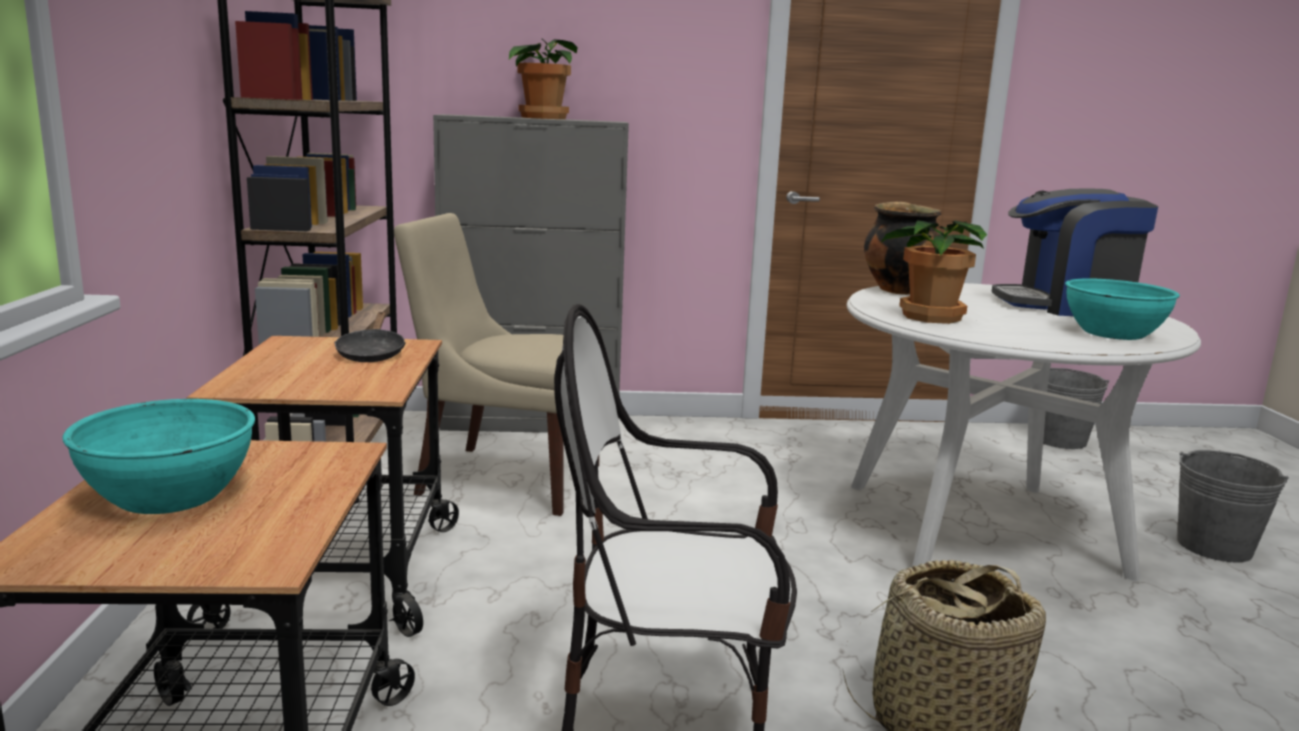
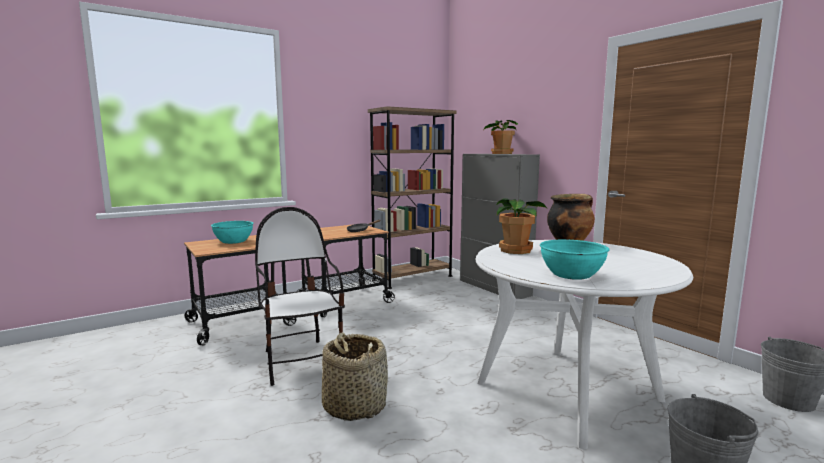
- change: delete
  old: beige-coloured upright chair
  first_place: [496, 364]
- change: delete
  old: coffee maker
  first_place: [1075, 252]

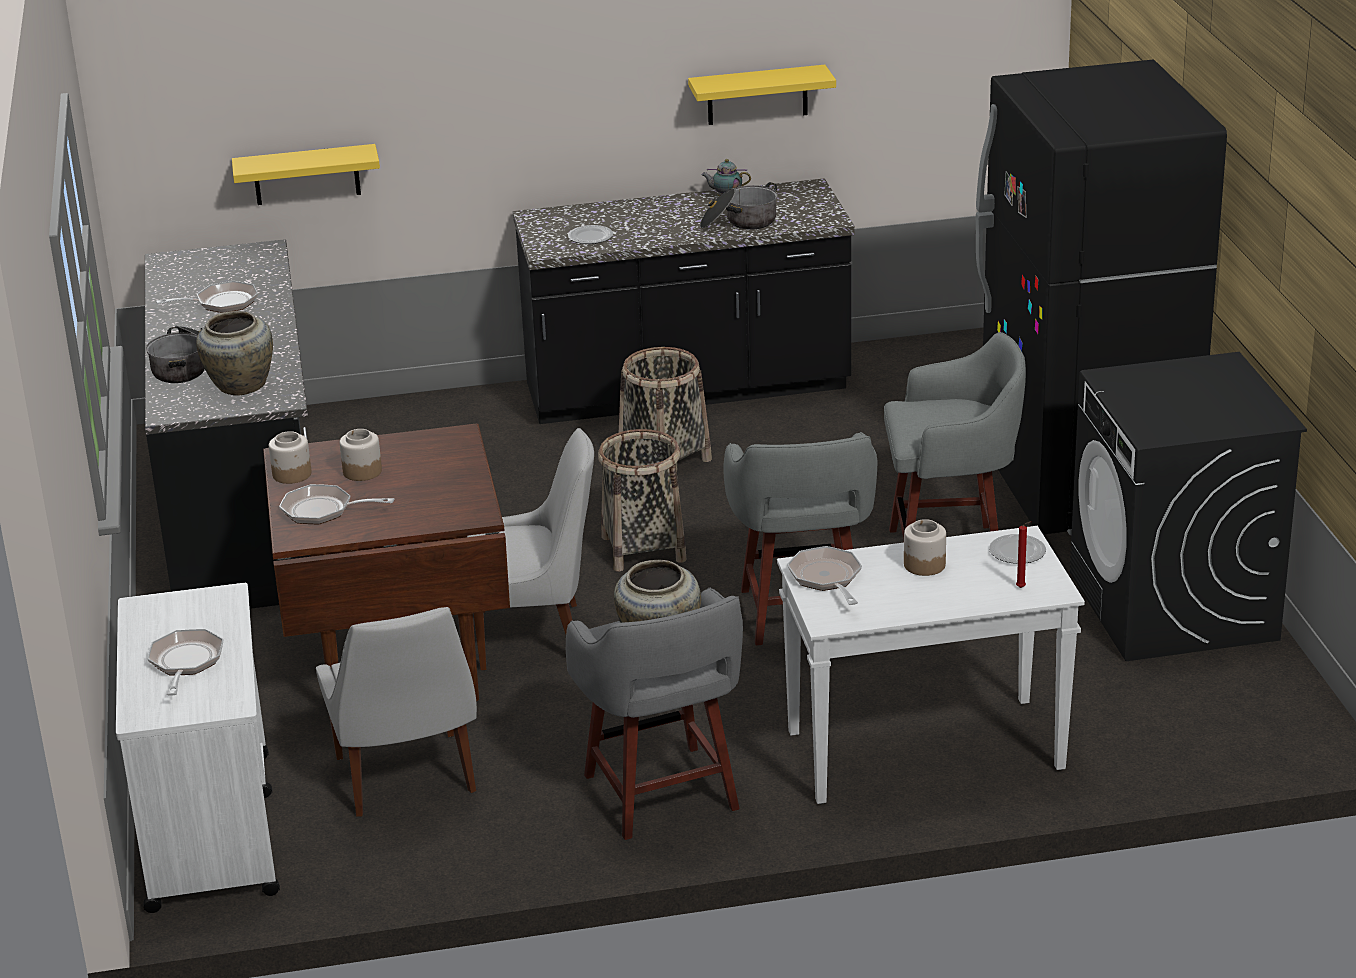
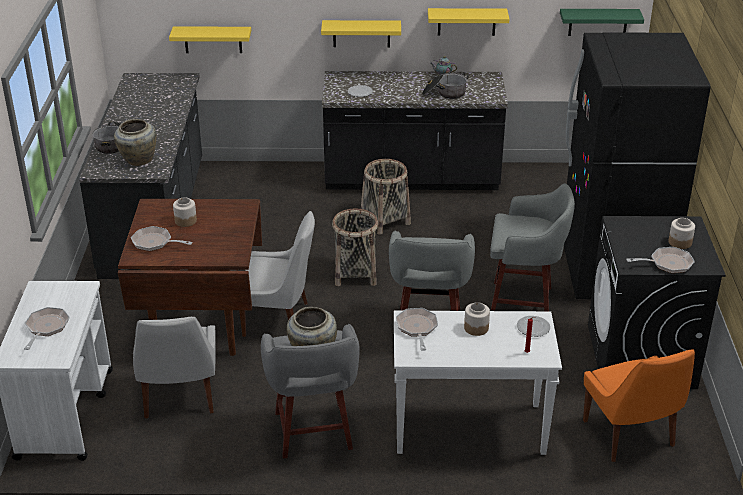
- change: move
  old: pan
  first_place: [207, 297]
  second_place: [660, 260]
- change: move
  old: storage jar
  first_place: [290, 457]
  second_place: [682, 233]
- change: insert
  new: yellow-coloured shelf
  second_place: [361, 33]
- change: insert
  new: green shelf
  second_place: [602, 22]
- change: insert
  new: orange upright chair
  second_place: [639, 405]

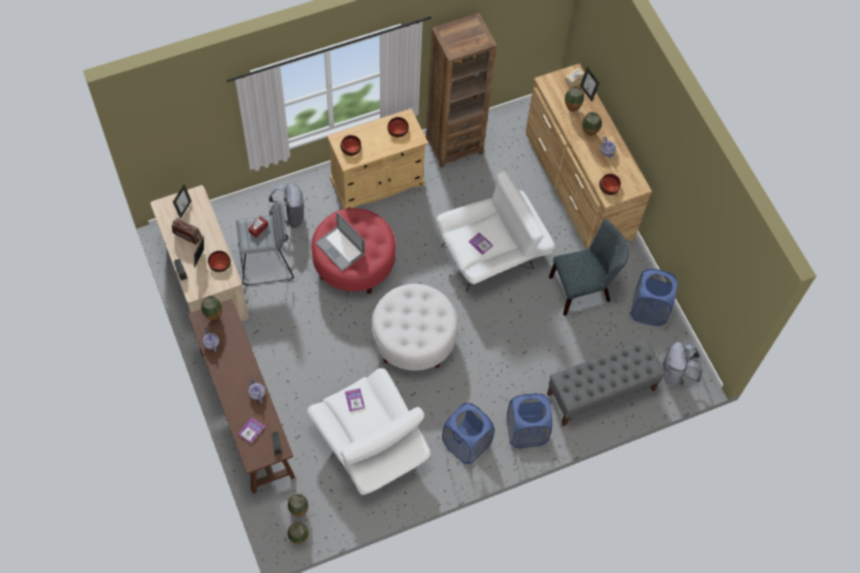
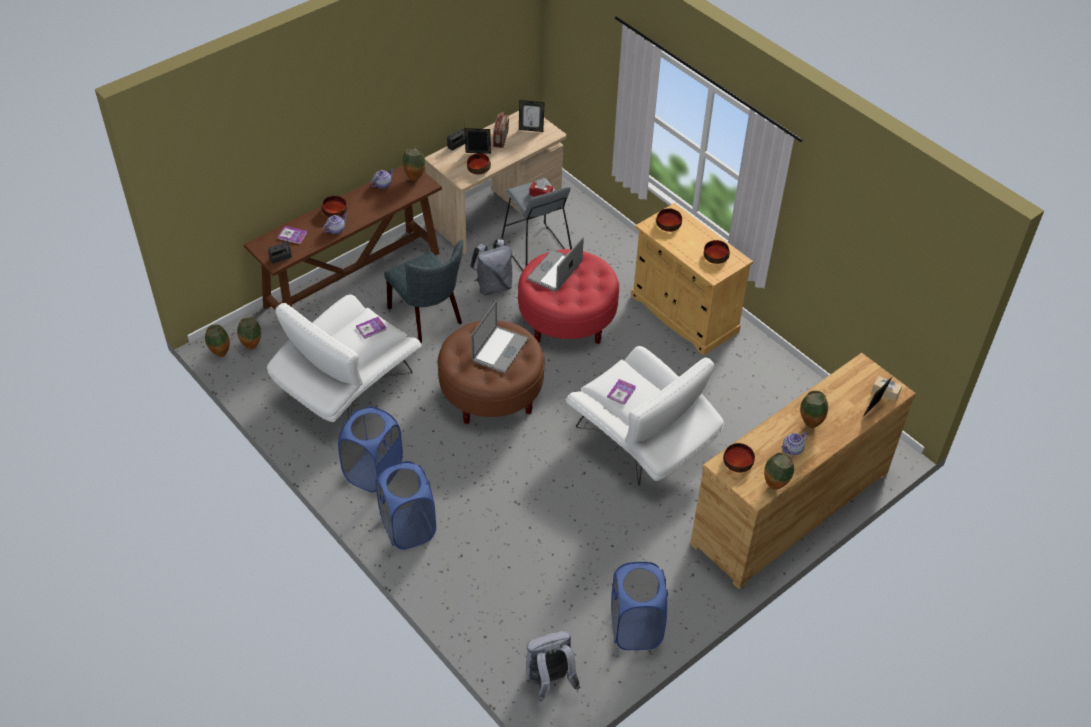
- change: move
  old: greyish backpack
  first_place: [286, 205]
  second_place: [491, 267]
- change: recolor
  old: white footrest
  new: brown-coloured footrest
  first_place: [414, 327]
  second_place: [491, 372]
- change: delete
  old: brown-coloured shelving unit
  first_place: [461, 90]
- change: delete
  old: greyish bench
  first_place: [606, 382]
- change: move
  old: greyish upright chair
  first_place: [588, 267]
  second_place: [423, 291]
- change: move
  old: flower vase
  first_place: [574, 99]
  second_place: [779, 471]
- change: insert
  new: serving bowl
  second_place: [334, 207]
- change: insert
  new: notebook computer
  second_place: [500, 337]

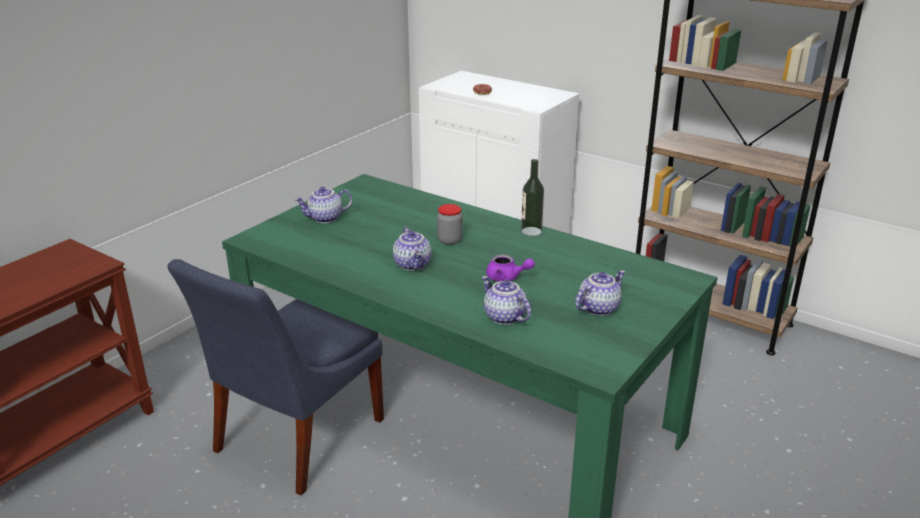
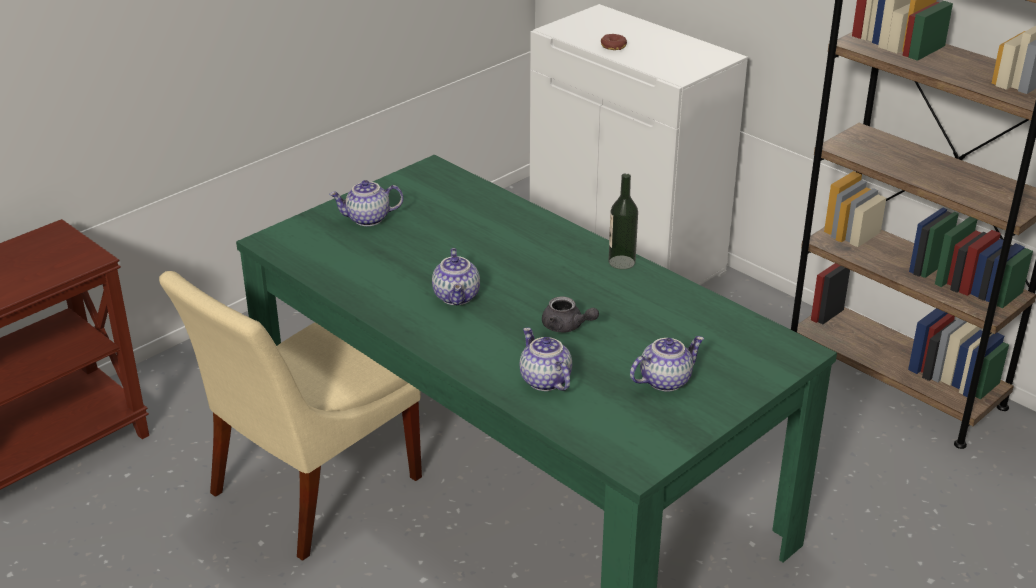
- change: recolor
  old: blue upright chair
  new: beige-coloured upright chair
  first_place: [276, 377]
  second_place: [290, 415]
- change: delete
  old: storage jar
  first_place: [449, 224]
- change: recolor
  old: purplish pot for tea
  new: greyish pot for tea
  first_place: [510, 267]
  second_place: [570, 315]

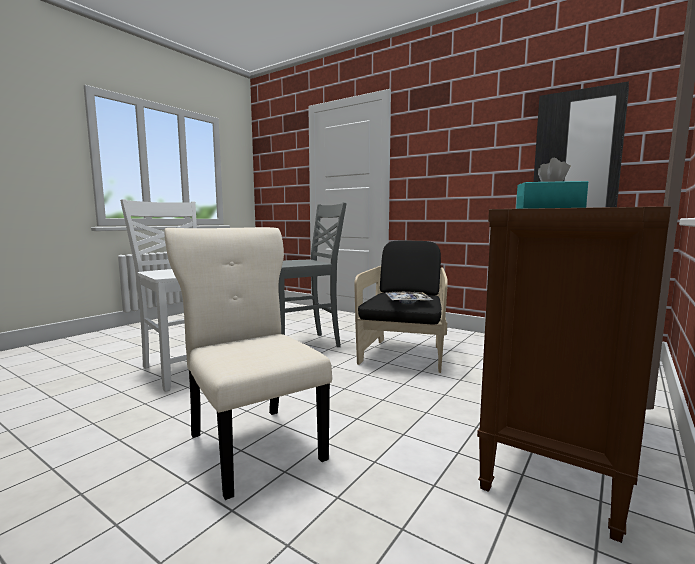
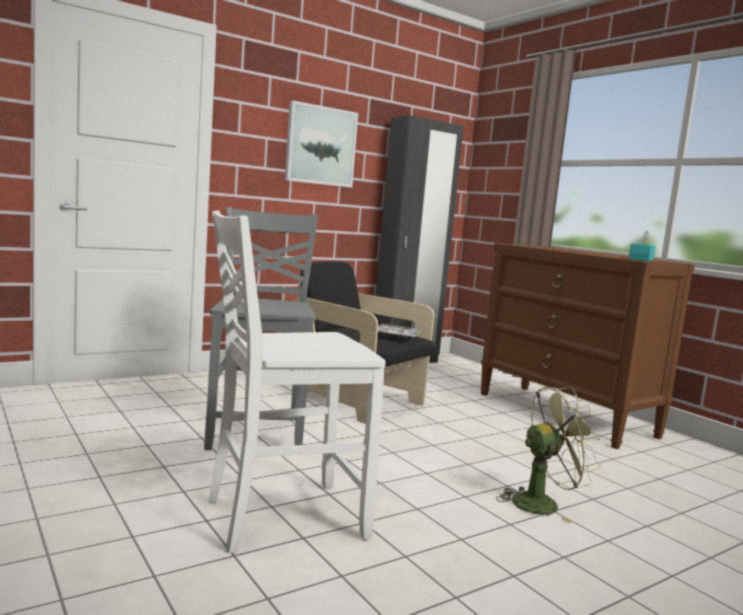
- change: replace
  old: beige-coloured upright chair
  new: green cooling fan
  first_place: [248, 363]
  second_place: [548, 455]
- change: insert
  new: wall art
  second_place: [321, 144]

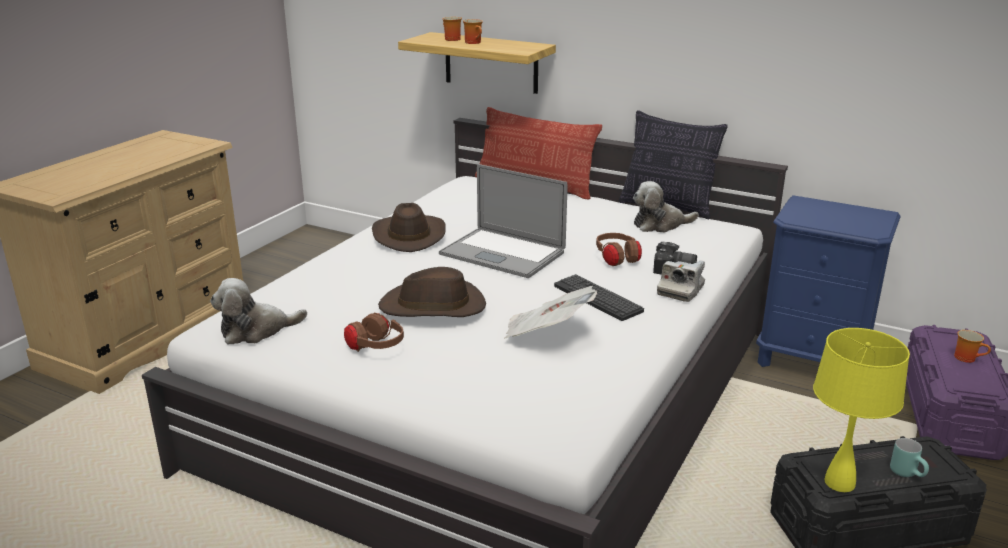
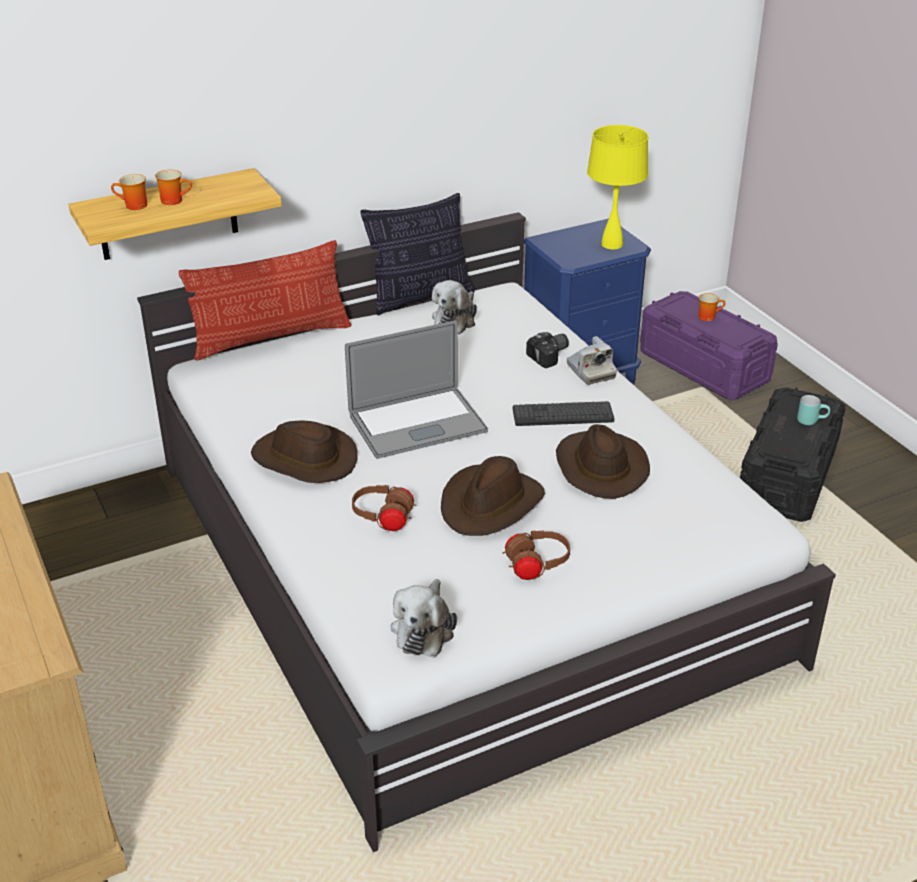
- change: replace
  old: daily paper
  new: brown-coloured wearable hat
  first_place: [550, 312]
  second_place: [603, 461]
- change: move
  old: brown-coloured headset
  first_place: [619, 249]
  second_place: [384, 508]
- change: move
  old: yellow-coloured tabletop lamp
  first_place: [861, 410]
  second_place: [617, 187]

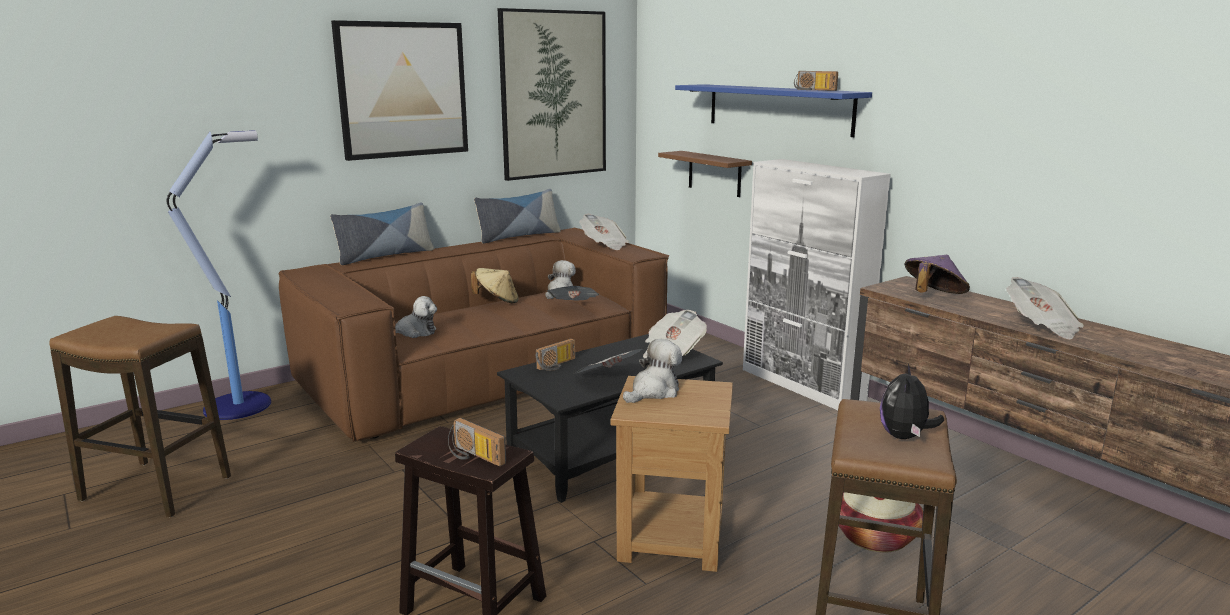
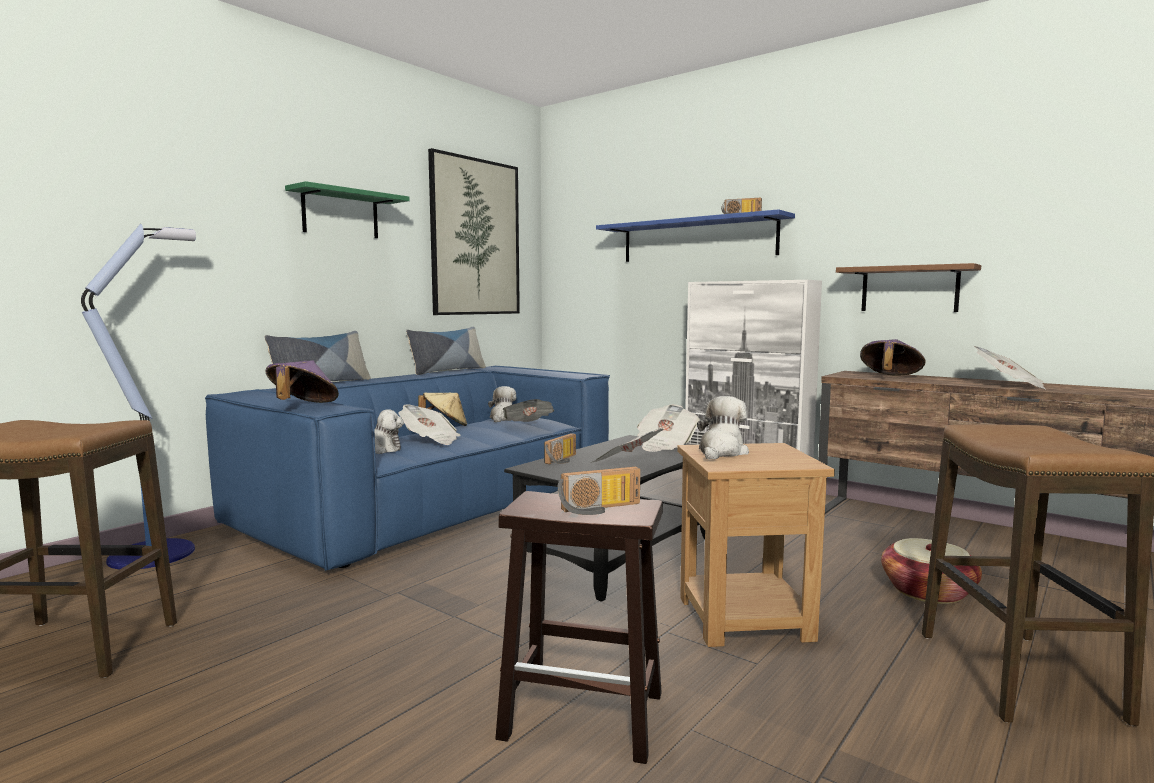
- change: recolor
  old: brown-coloured settee
  new: blue settee
  first_place: [473, 335]
  second_place: [407, 468]
- change: replace
  old: wall art
  new: green shelf
  first_place: [399, 90]
  second_place: [347, 209]
- change: rotate
  old: radio receiver
  first_place: [477, 442]
  second_place: [599, 490]
  degrees: -45
- change: move
  old: daily paper
  first_place: [604, 232]
  second_place: [429, 424]
- change: move
  old: brown-coloured shelf
  first_place: [705, 174]
  second_place: [908, 287]
- change: delete
  old: cuddly toy
  first_place: [912, 401]
- change: insert
  new: purplish wearable hat
  second_place: [302, 381]

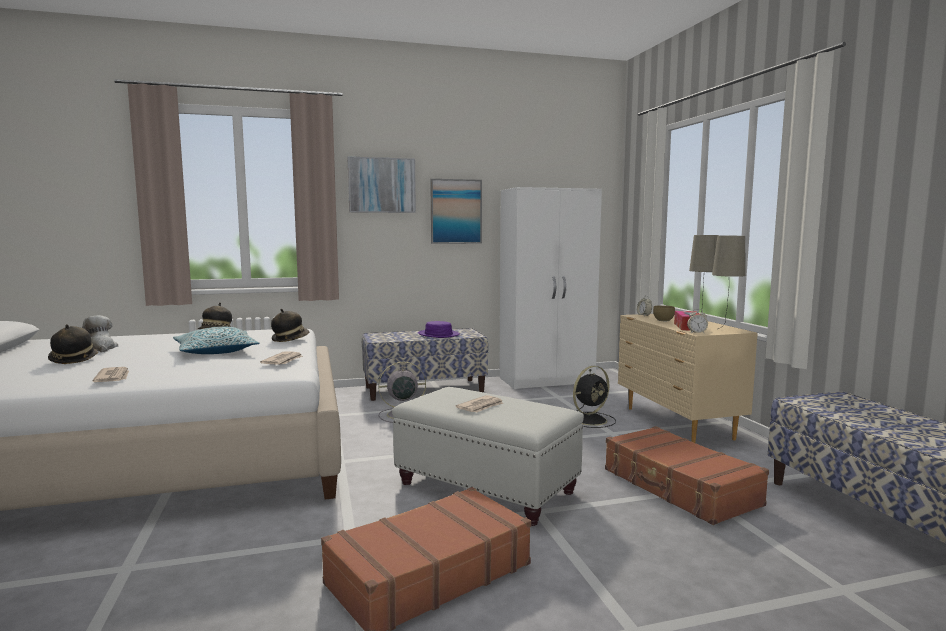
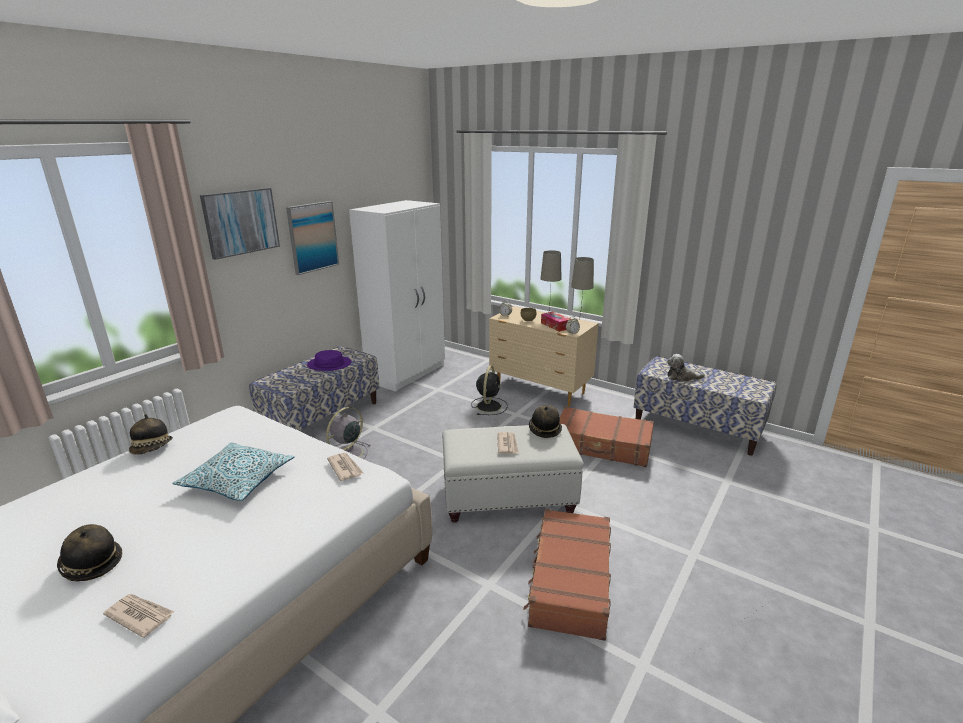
- change: move
  old: cuddly toy
  first_place: [100, 333]
  second_place: [686, 368]
- change: move
  old: daily paper
  first_place: [111, 374]
  second_place: [138, 616]
- change: move
  old: wearable hat
  first_place: [290, 325]
  second_place: [545, 421]

